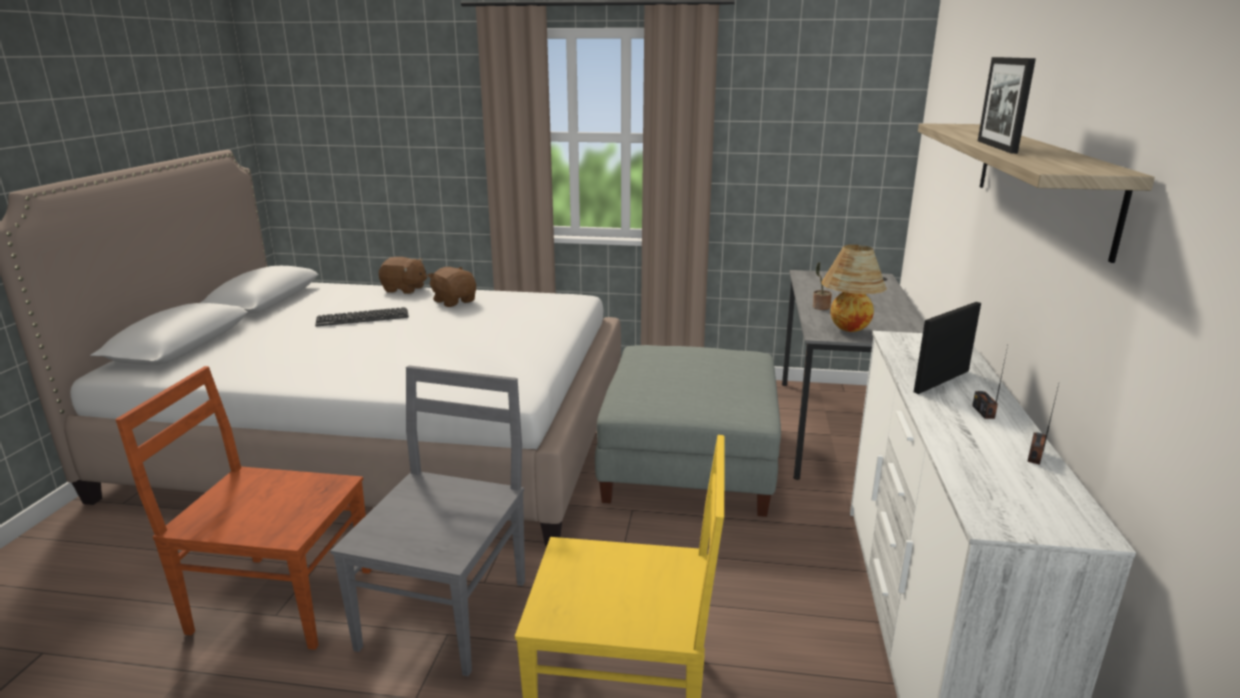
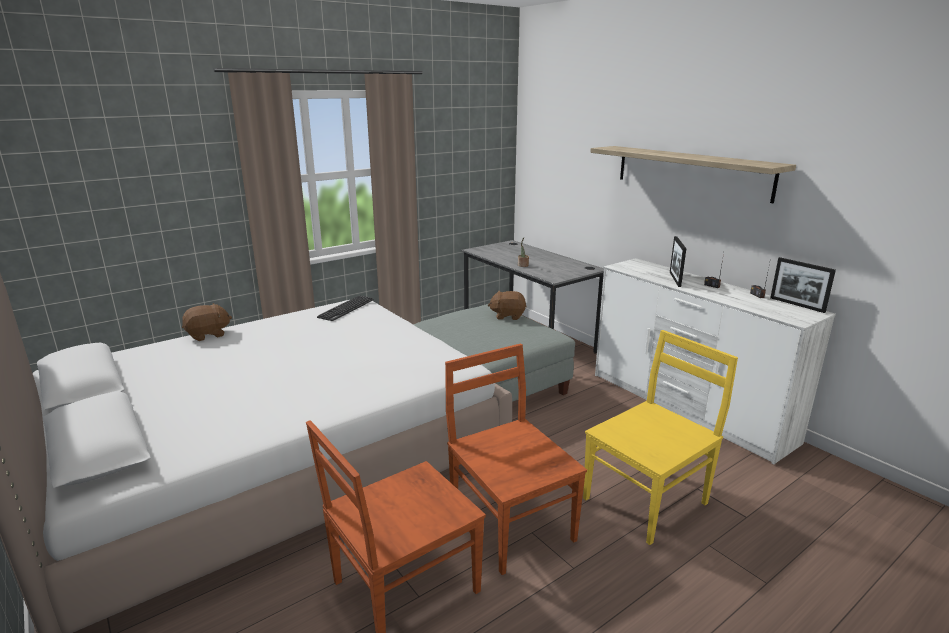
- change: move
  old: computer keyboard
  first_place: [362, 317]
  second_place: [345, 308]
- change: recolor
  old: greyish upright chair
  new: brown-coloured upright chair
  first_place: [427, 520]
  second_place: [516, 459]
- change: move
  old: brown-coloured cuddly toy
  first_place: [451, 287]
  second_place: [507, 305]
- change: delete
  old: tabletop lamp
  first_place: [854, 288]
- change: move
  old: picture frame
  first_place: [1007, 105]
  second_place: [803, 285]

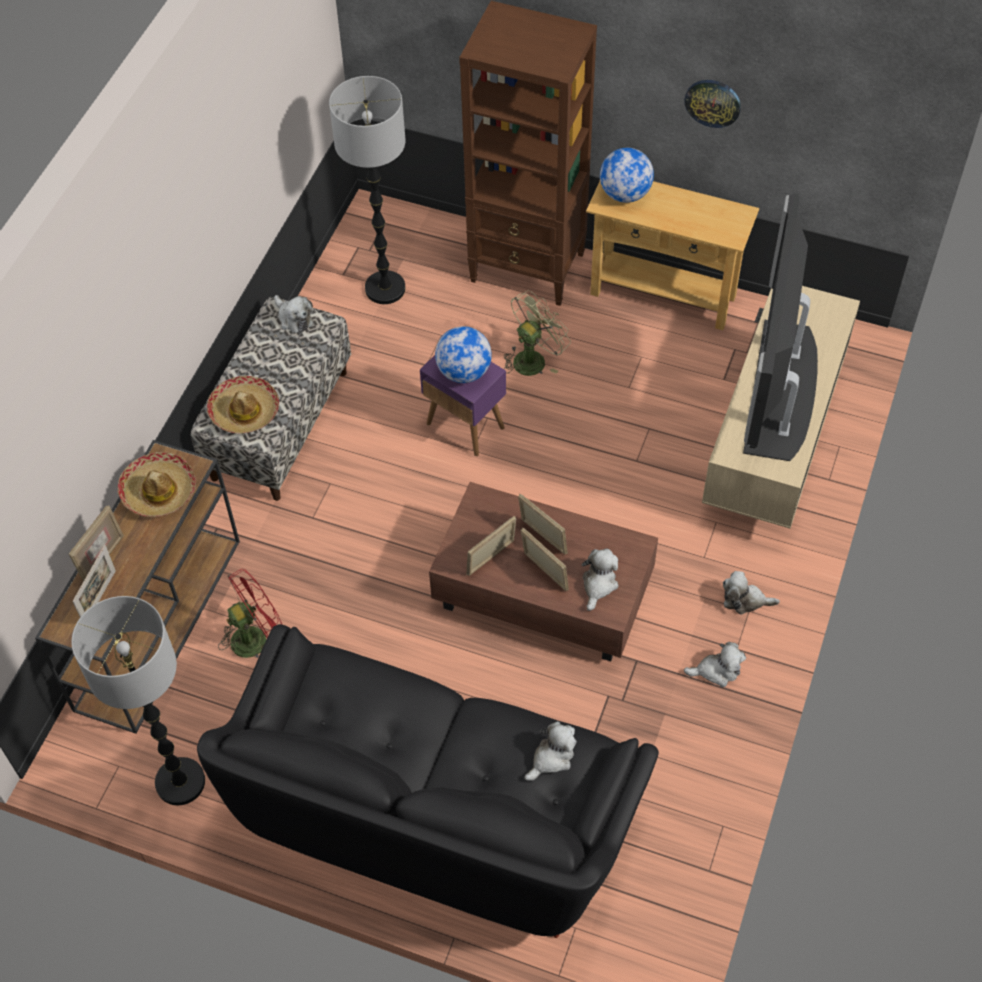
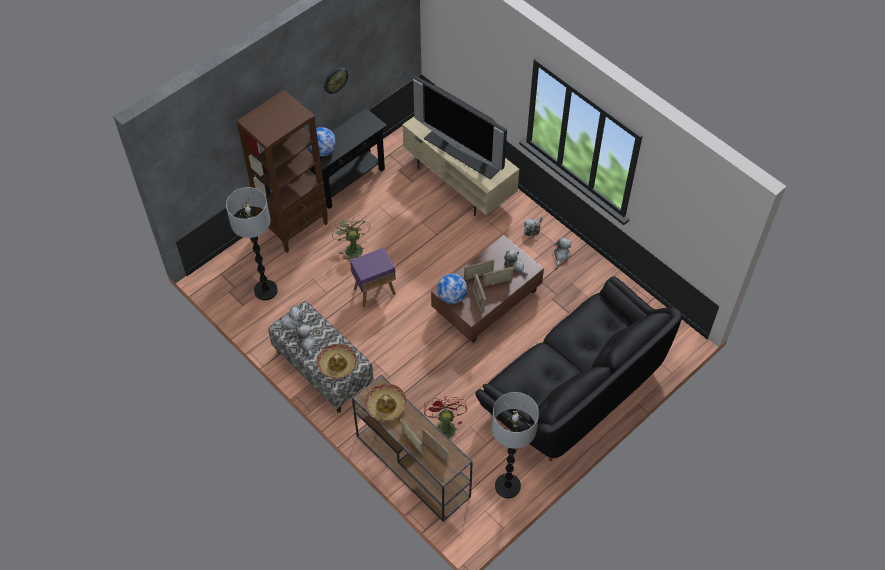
- change: move
  old: desk globe
  first_place: [463, 354]
  second_place: [452, 289]
- change: move
  old: cuddly toy
  first_place: [550, 751]
  second_place: [305, 341]
- change: recolor
  old: beige-coloured console table
  new: black console table
  first_place: [672, 255]
  second_place: [346, 158]

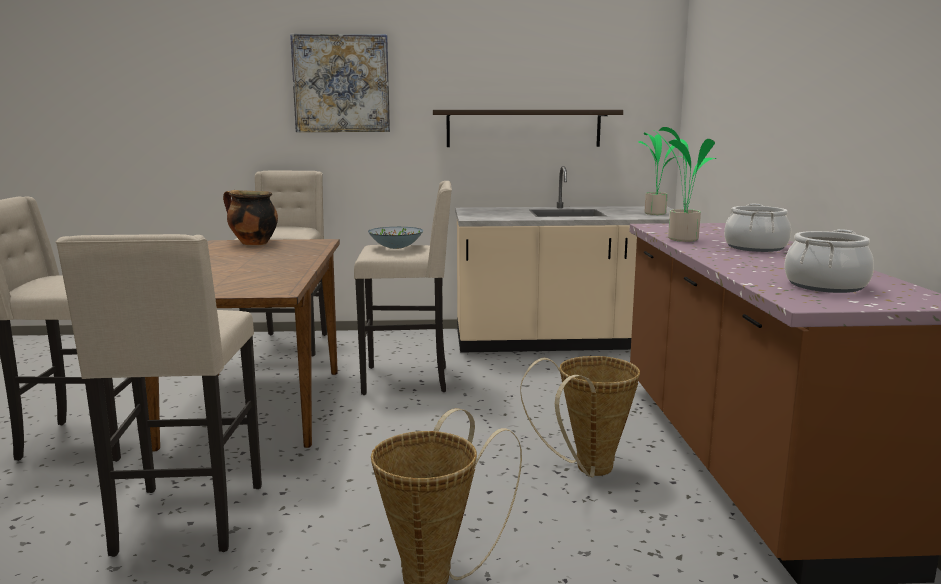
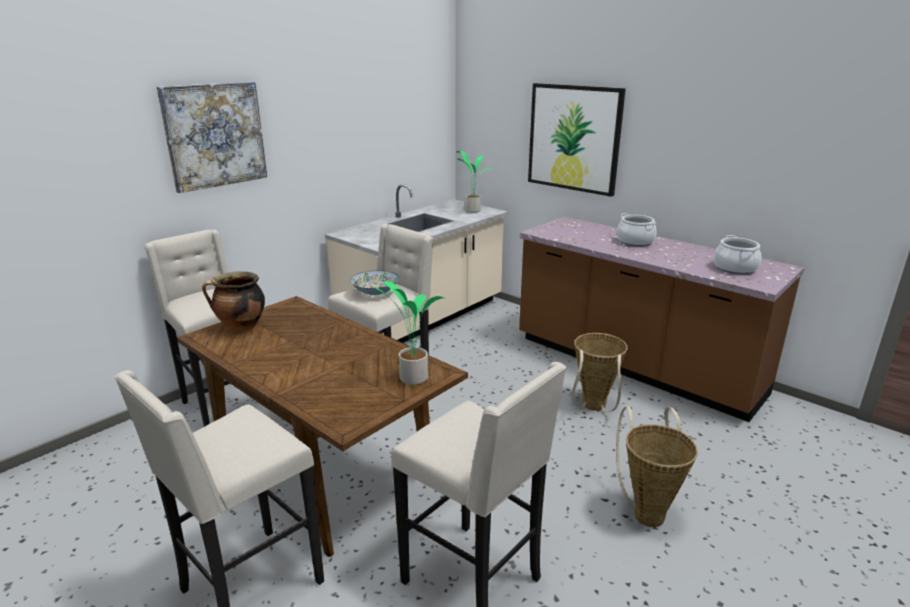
- change: delete
  old: shelf
  first_place: [528, 128]
- change: move
  old: plant in a pot
  first_place: [686, 184]
  second_place: [409, 333]
- change: insert
  new: wall art
  second_place: [577, 140]

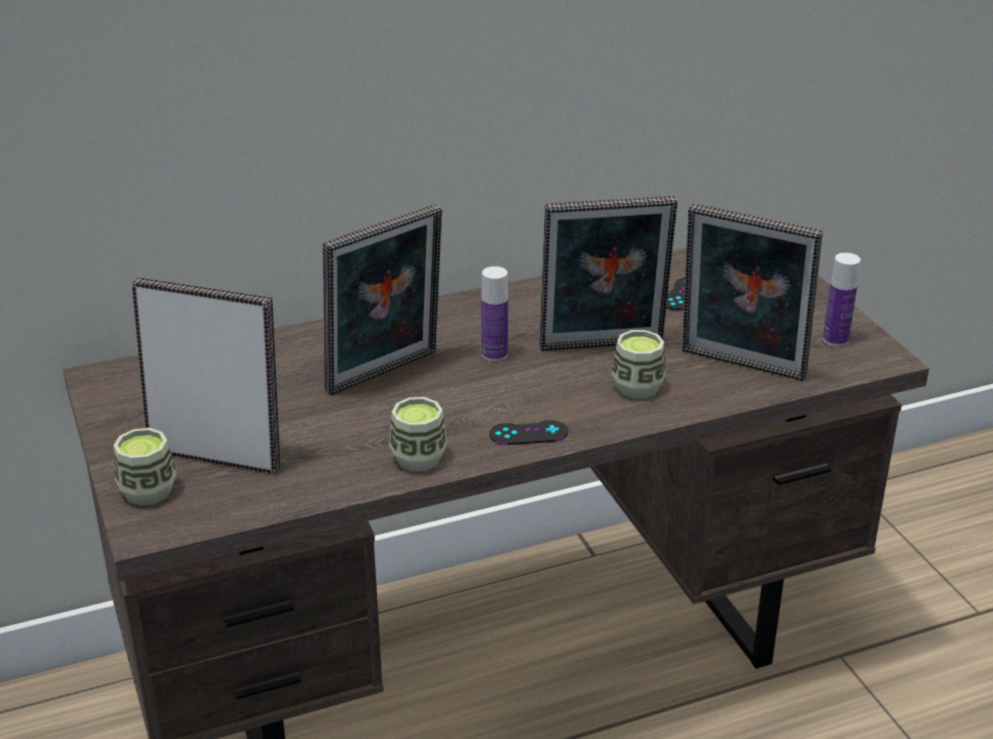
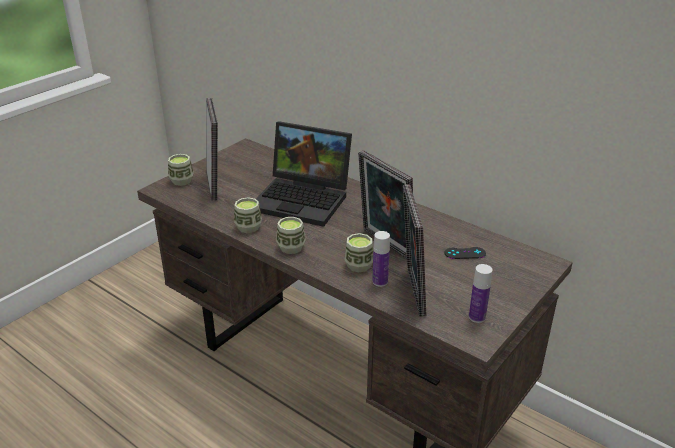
- change: replace
  old: picture frame
  new: notebook computer
  first_place: [382, 299]
  second_place: [304, 174]
- change: move
  old: bottle
  first_place: [494, 314]
  second_place: [381, 259]
- change: replace
  old: black gamepad
  new: cup
  first_place: [528, 432]
  second_place: [291, 235]

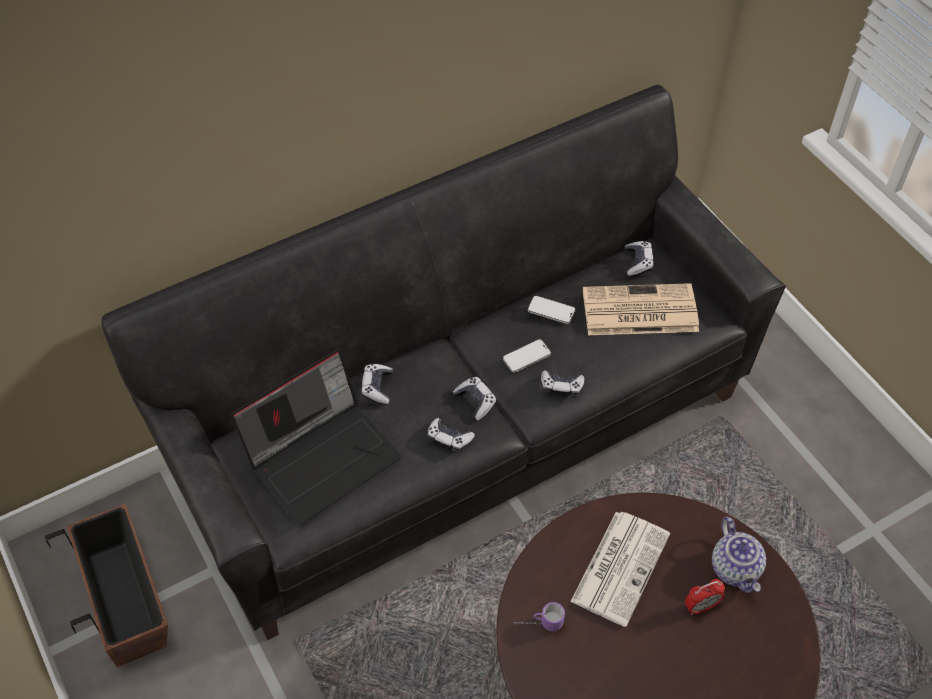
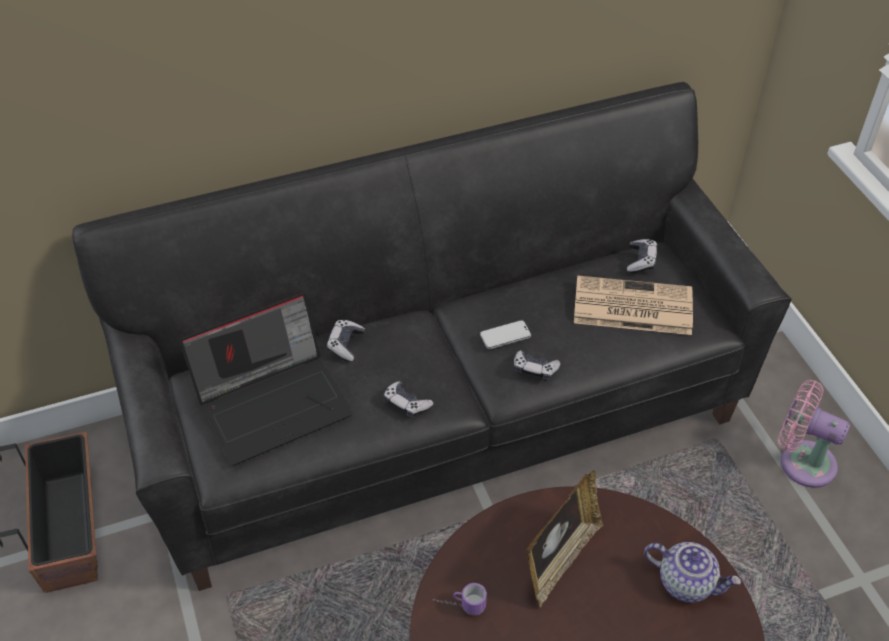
- change: delete
  old: gamepad
  first_place: [475, 399]
- change: delete
  old: handset
  first_place: [551, 310]
- change: replace
  old: daily paper
  new: picture frame
  first_place: [620, 569]
  second_place: [565, 539]
- change: delete
  old: bedside clock
  first_place: [705, 597]
- change: rotate
  old: pot for tea
  first_place: [739, 555]
  second_place: [692, 572]
  degrees: -60
- change: insert
  new: pink-coloured cooling fan
  second_place: [814, 434]

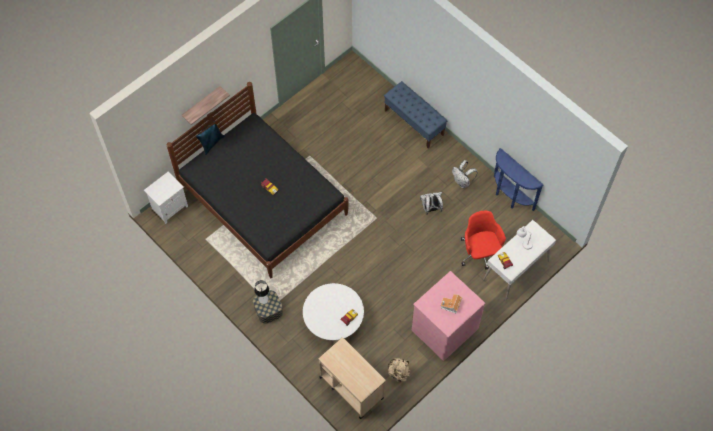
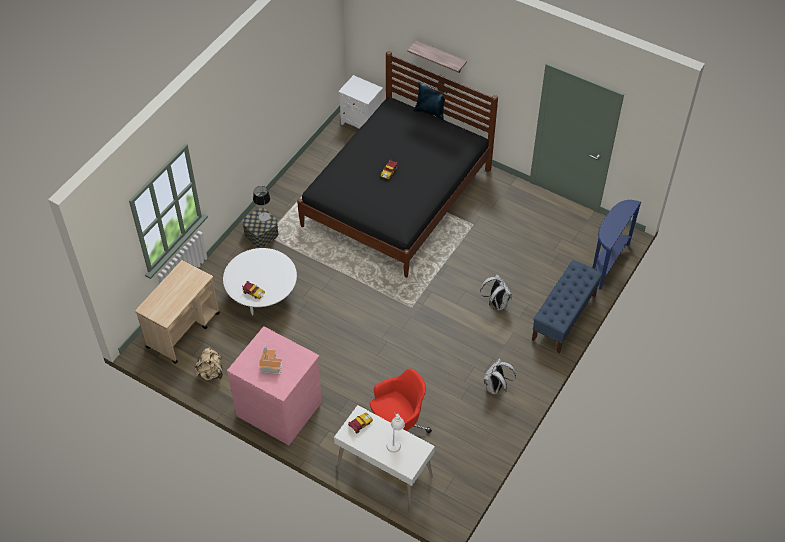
- change: move
  old: white backpack
  first_place: [431, 203]
  second_place: [496, 292]
- change: move
  old: blue console table
  first_place: [519, 179]
  second_place: [617, 245]

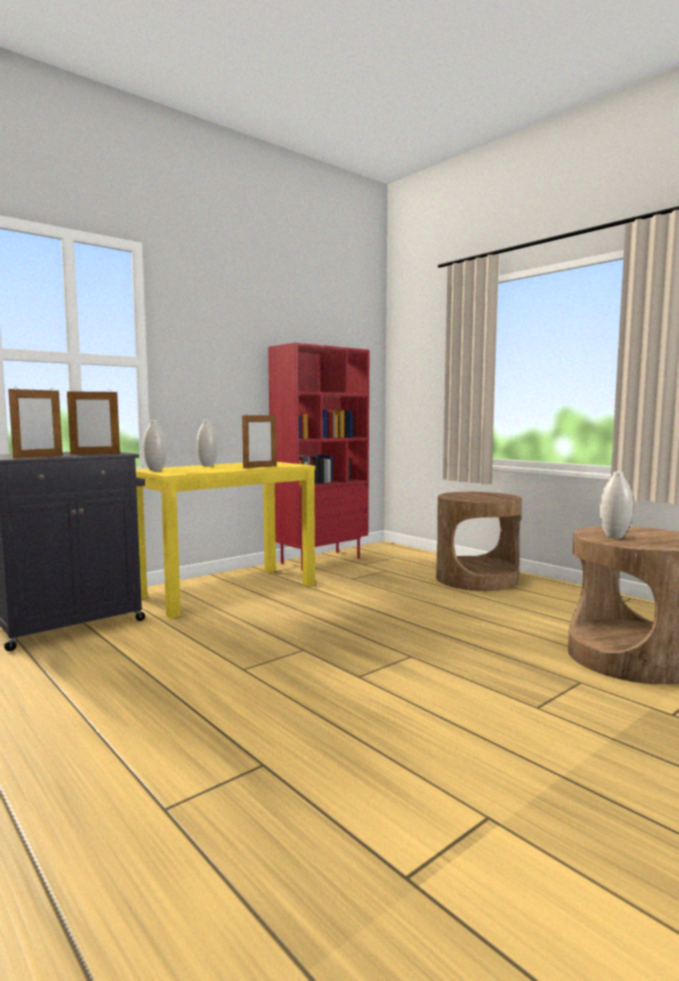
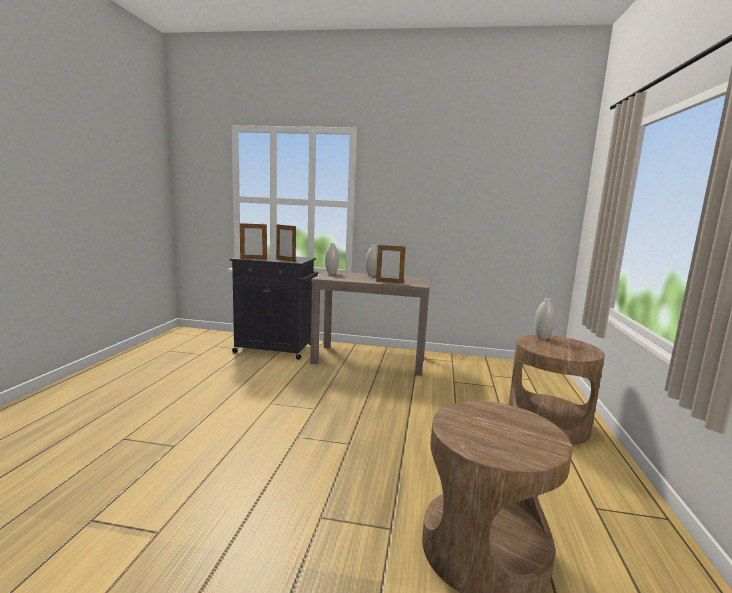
- change: recolor
  old: yellow-coloured console table
  new: brown-coloured console table
  first_place: [225, 540]
  second_place: [370, 323]
- change: delete
  old: red shelving unit
  first_place: [318, 456]
- change: move
  old: white flower vase
  first_place: [616, 505]
  second_place: [544, 319]

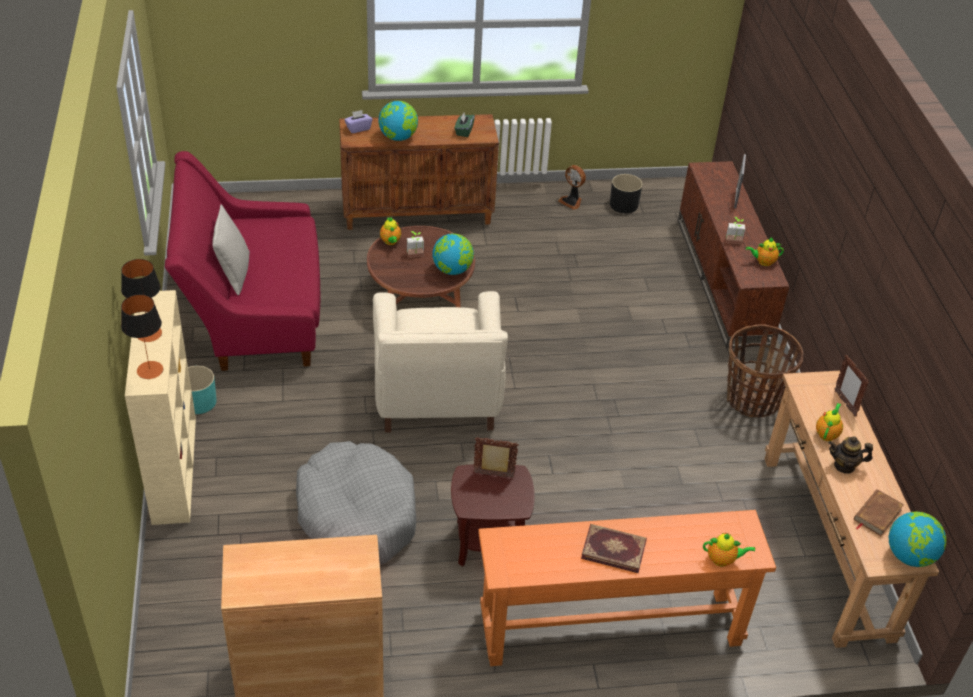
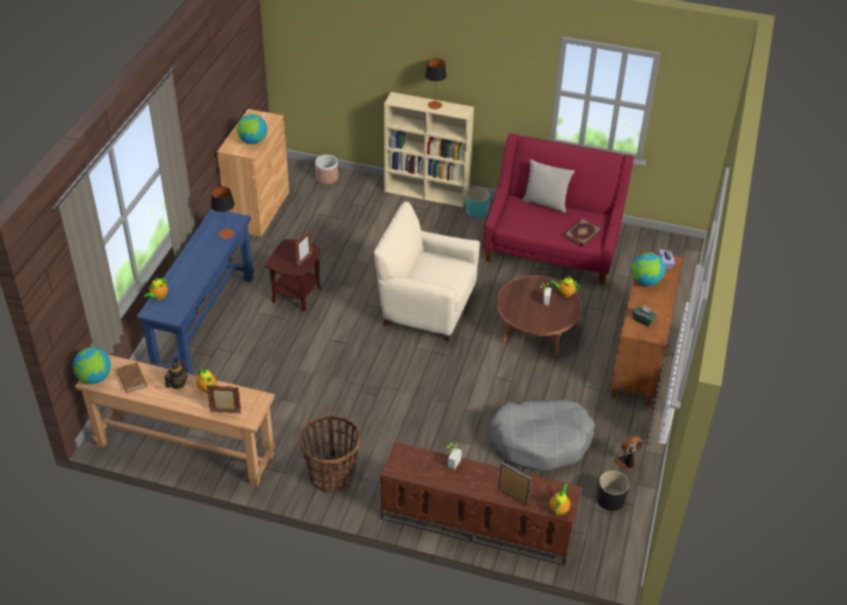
- change: move
  old: tabletop lamp
  first_place: [142, 336]
  second_place: [223, 212]
- change: move
  old: greyish pet bed
  first_place: [356, 503]
  second_place: [542, 435]
- change: move
  old: desk globe
  first_place: [453, 254]
  second_place: [252, 129]
- change: recolor
  old: orange console table
  new: blue console table
  first_place: [627, 588]
  second_place: [195, 291]
- change: move
  old: bound book
  first_place: [614, 548]
  second_place: [582, 233]
- change: move
  old: pot for tea
  first_place: [765, 252]
  second_place: [559, 499]
- change: insert
  new: planter
  second_place: [326, 170]

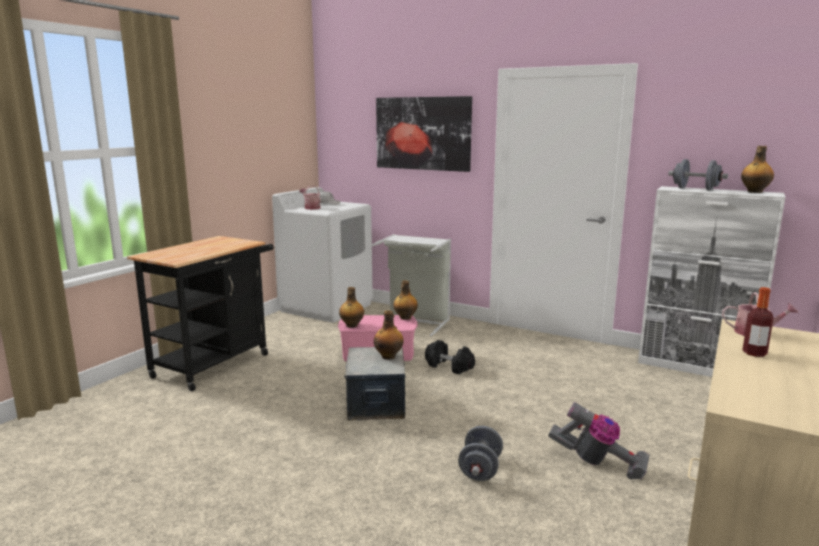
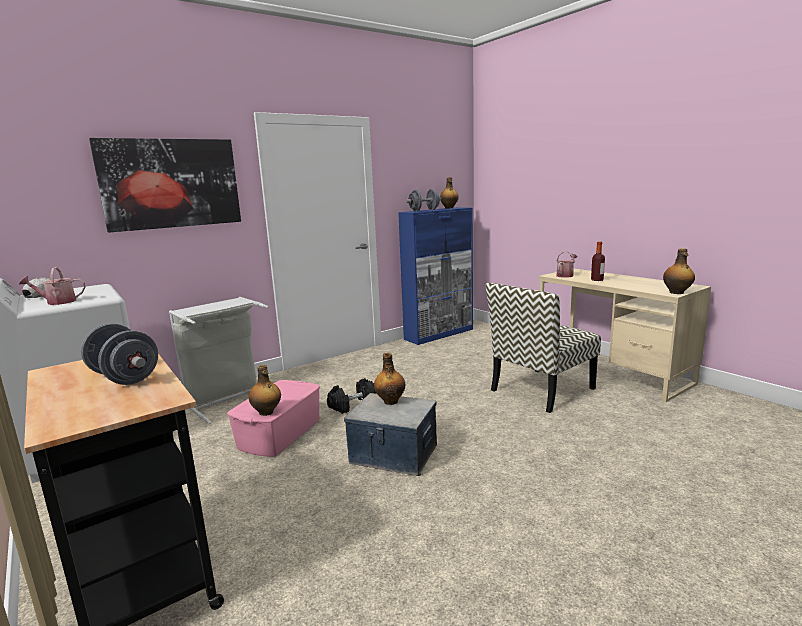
- change: move
  old: bottle
  first_place: [405, 300]
  second_place: [679, 271]
- change: move
  old: greyish dumbbell
  first_place: [480, 453]
  second_place: [119, 354]
- change: replace
  old: vacuum cleaner
  new: upright chair
  first_place: [599, 441]
  second_place: [543, 348]
- change: recolor
  old: white cupboard
  new: blue cupboard
  first_place: [712, 281]
  second_place: [435, 276]

